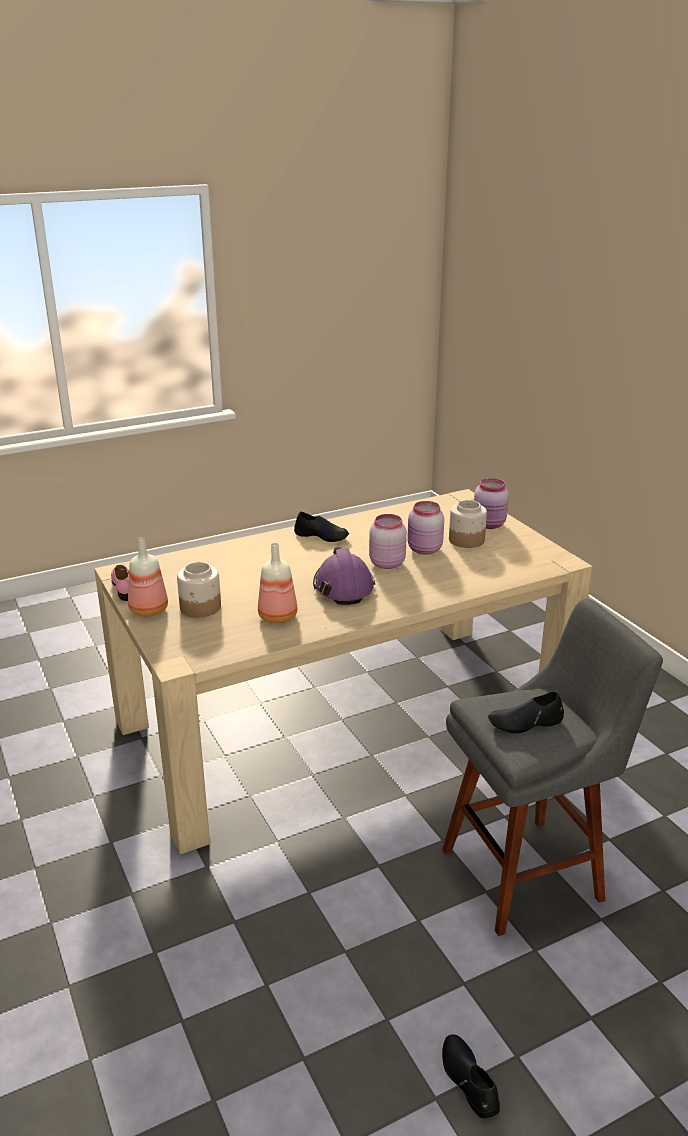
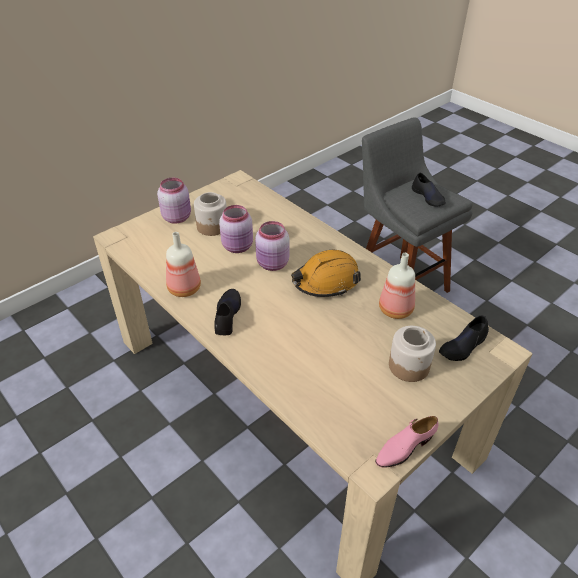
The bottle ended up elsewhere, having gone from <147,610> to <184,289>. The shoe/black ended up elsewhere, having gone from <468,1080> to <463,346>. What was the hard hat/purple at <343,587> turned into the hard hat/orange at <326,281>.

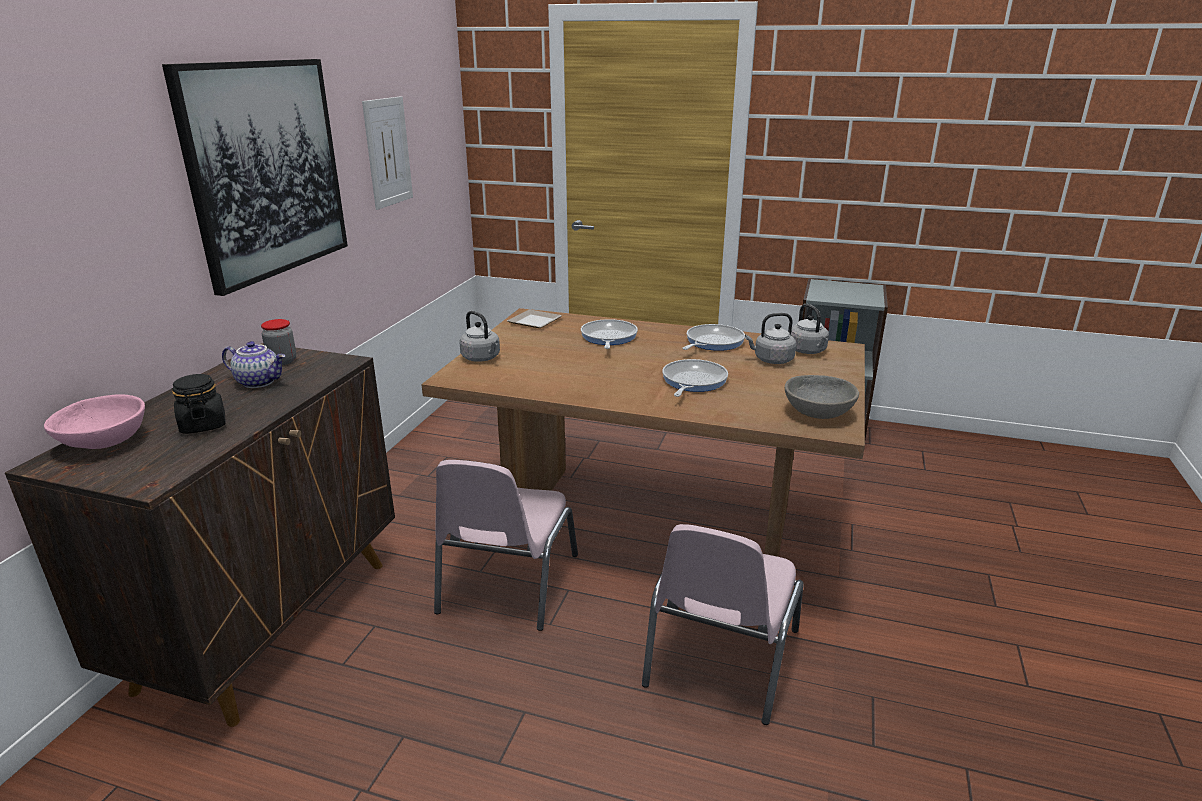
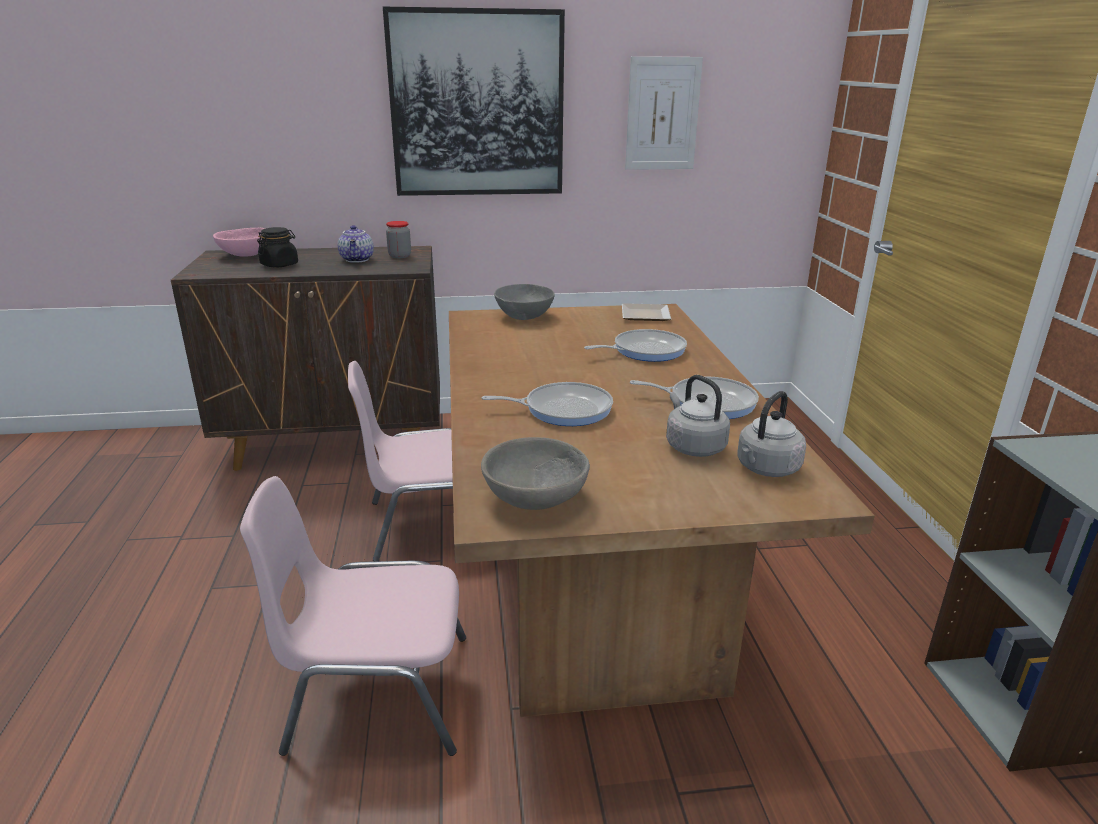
Where the kettle/grey stood at <482,358>, the bowl/grey came to stand at <524,316>.

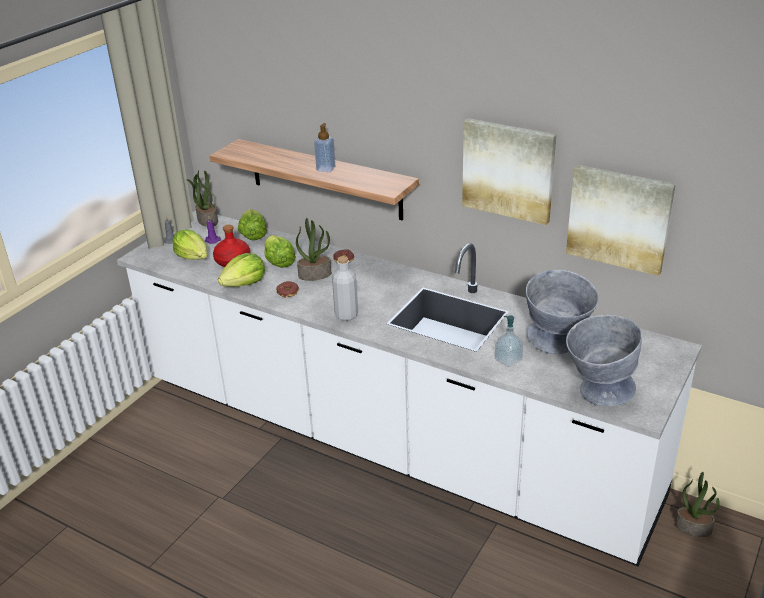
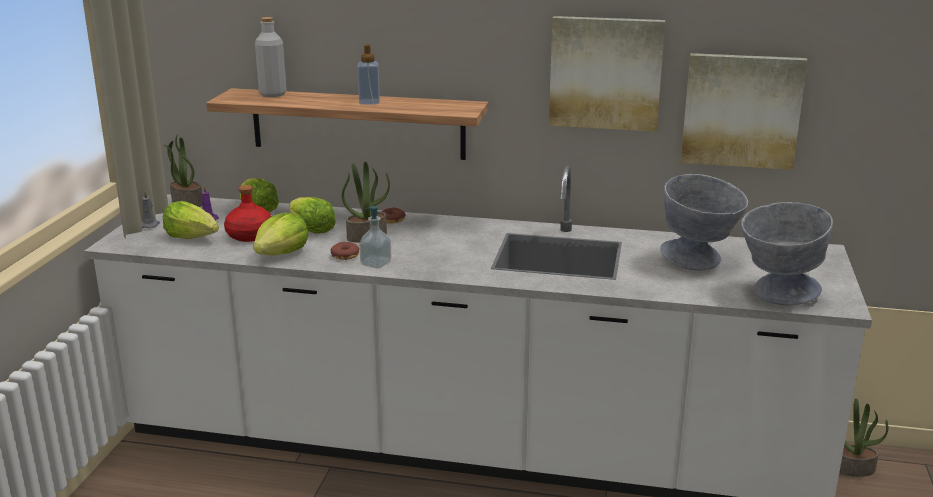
The bottle/grey ended up elsewhere, having gone from <346,315> to <273,94>. The soap dispenser ended up elsewhere, having gone from <508,360> to <376,264>.

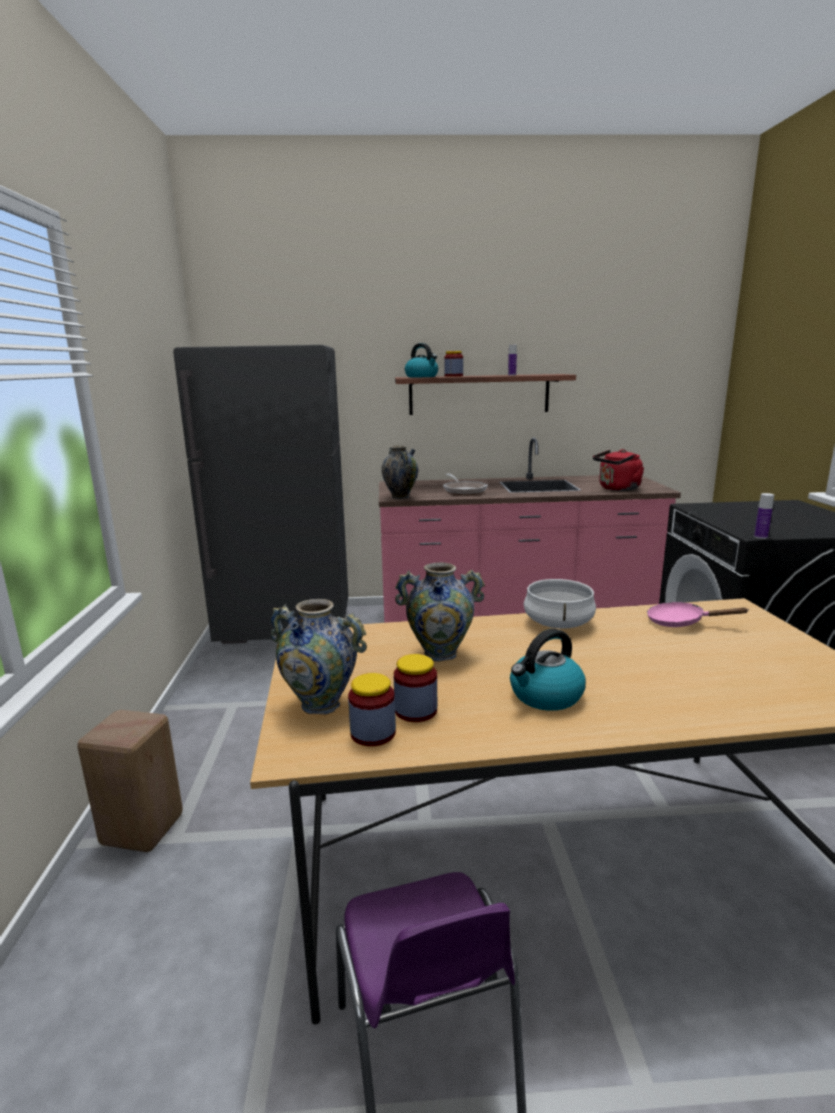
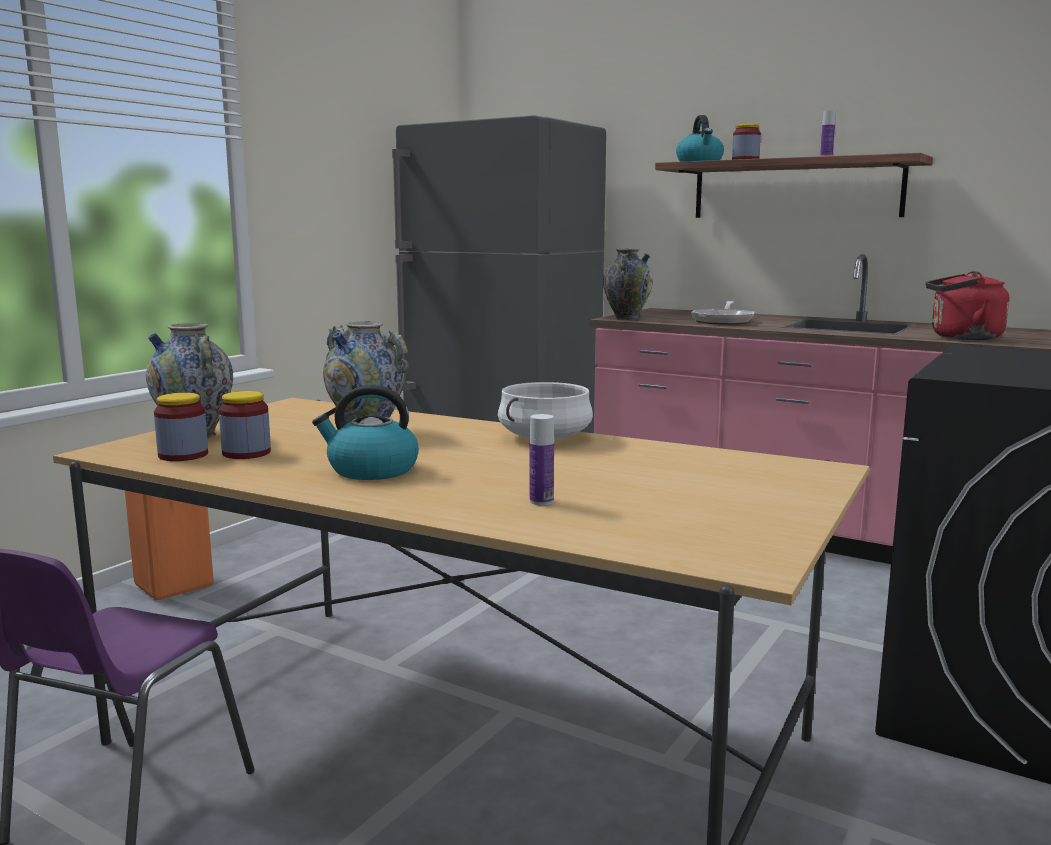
The second view lost the frying pan/pink at <681,622>. The bottle ended up elsewhere, having gone from <760,537> to <541,501>. What was the stool/beige at <142,827> turned into the stool/orange at <175,585>.

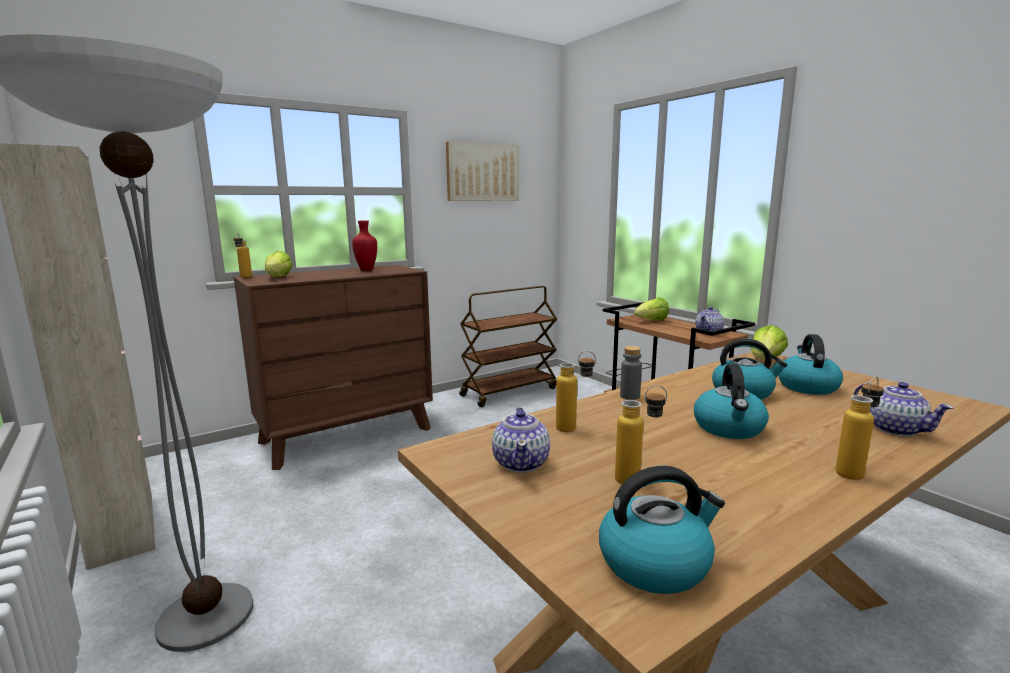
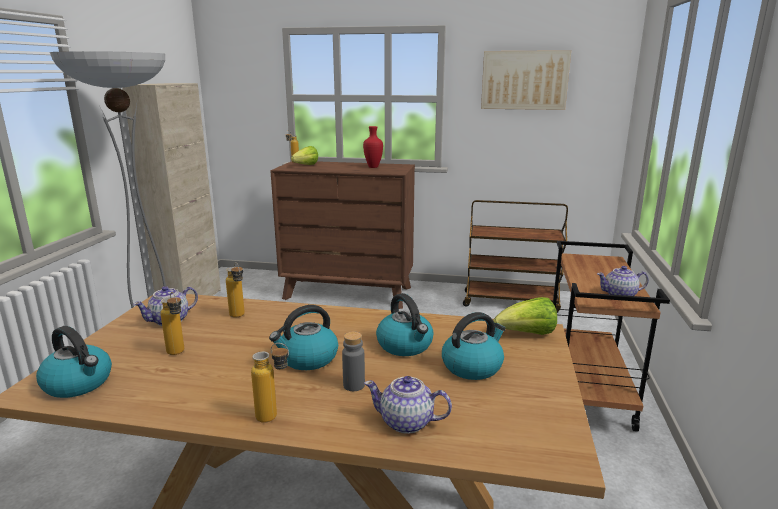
The second view lost the lettuce at <651,321>. The bottle/grey ended up elsewhere, having gone from <630,396> to <354,385>. The teapot at <894,429> ended up facing another way, 90 degrees clockwise from before.

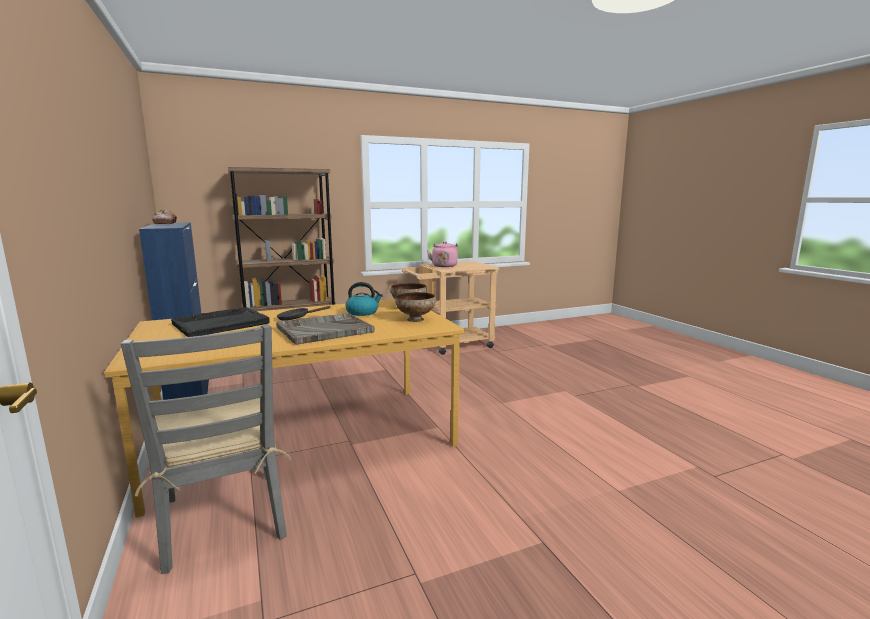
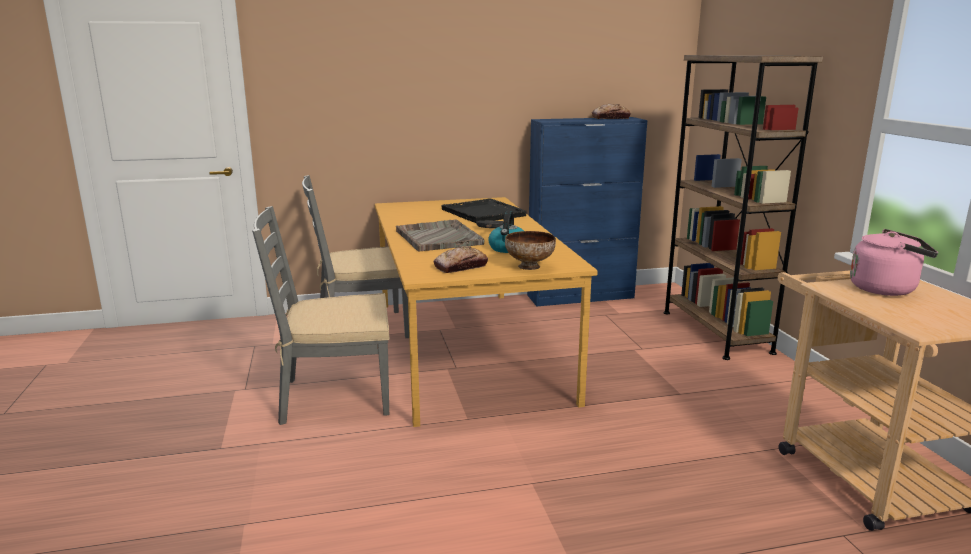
The second view gained the chair/grey at <334,397>. Where the bowl stood at <416,319>, the bread came to stand at <461,267>.

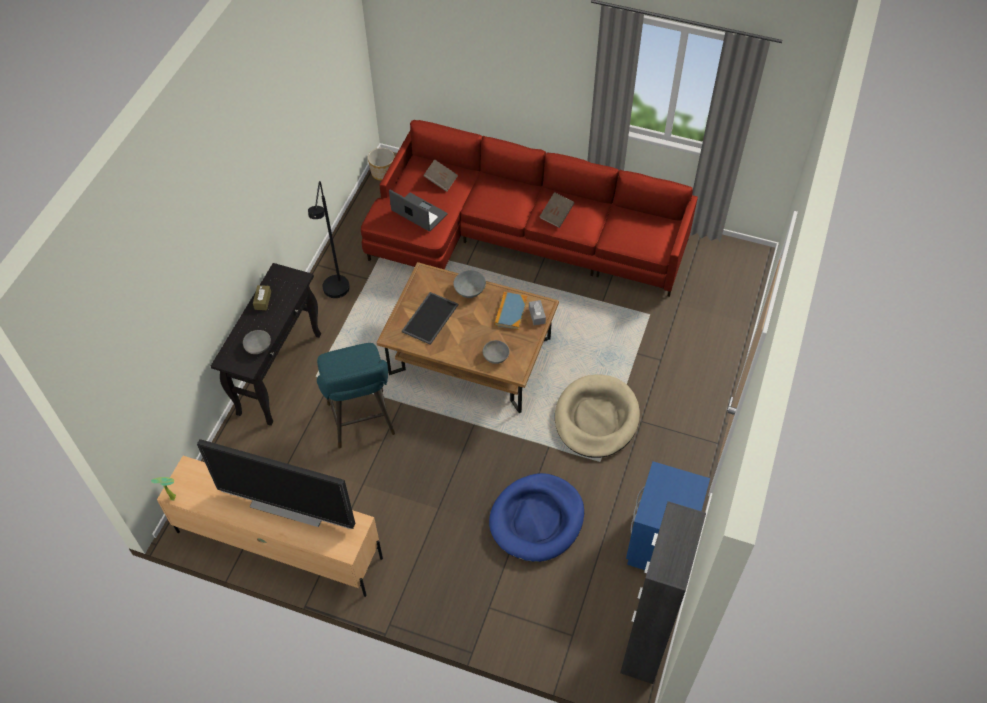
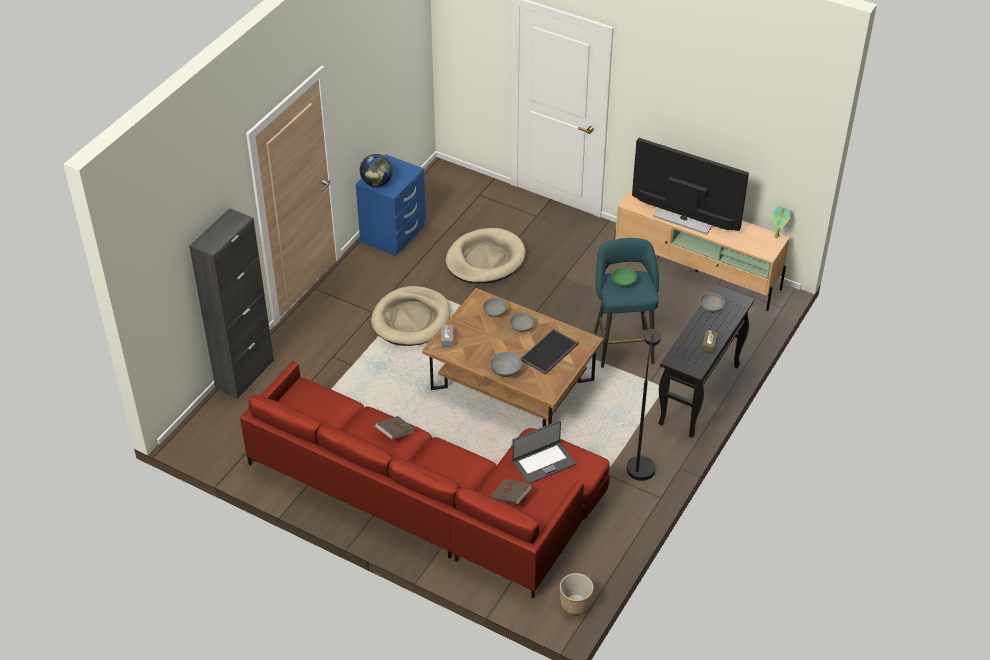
The second view lost the book at <510,312>. The second view gained the globe at <377,183>. The second view gained the bowl/grey at <521,327>. The second view gained the bowl/green at <623,282>. The cabinet/black ended up elsewhere, having gone from <646,644> to <245,374>. What was the dog bed/blue at <537,519> turned into the dog bed/beige at <485,259>. The laptop at <418,213> ended up facing another way, 75 degrees counterclockwise from before.

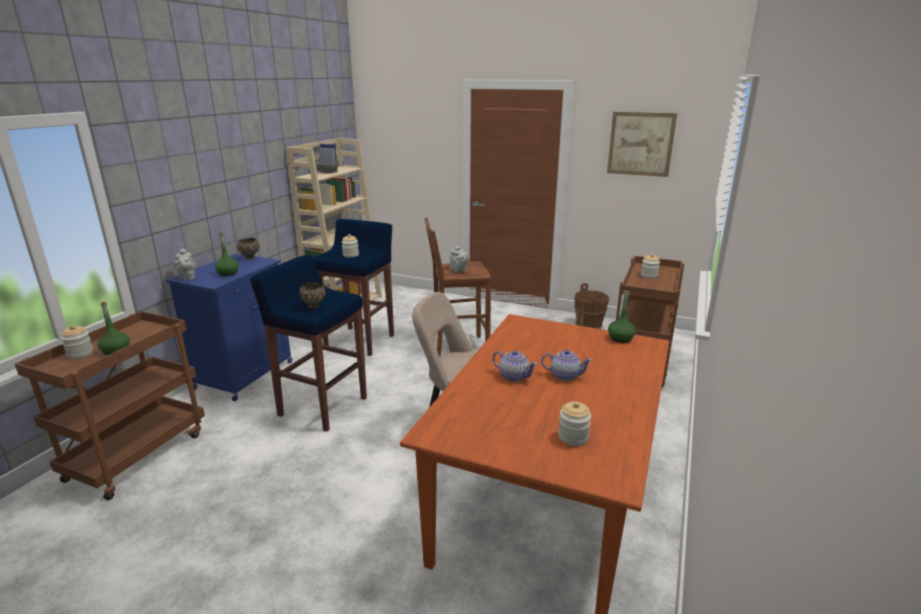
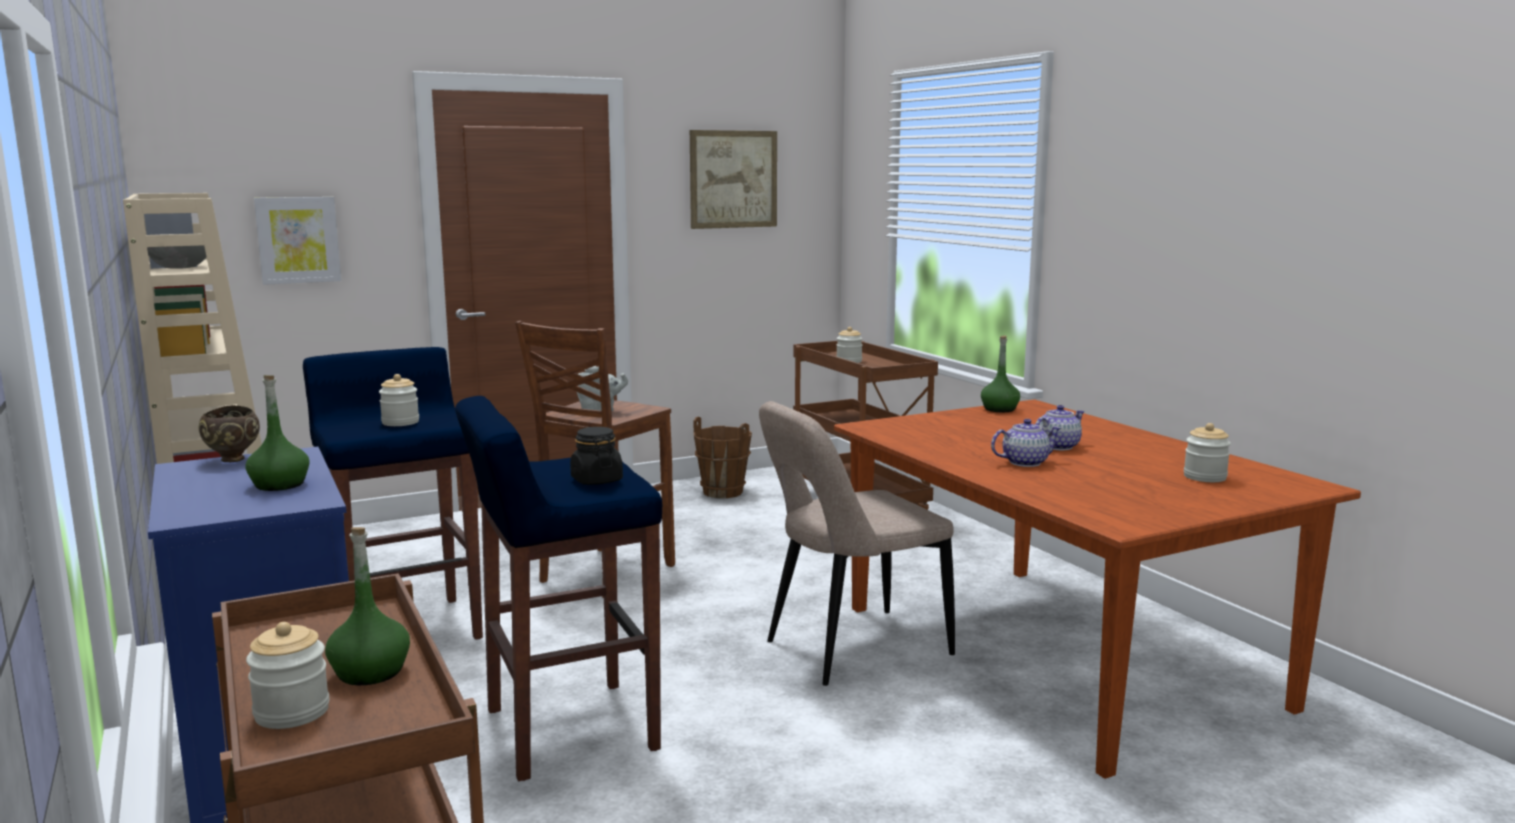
The second view lost the teapot/grey at <187,278>. The second view gained the picture at <298,240>. Where the bowl/brown stood at <314,306>, the jar/black came to stand at <596,480>.

